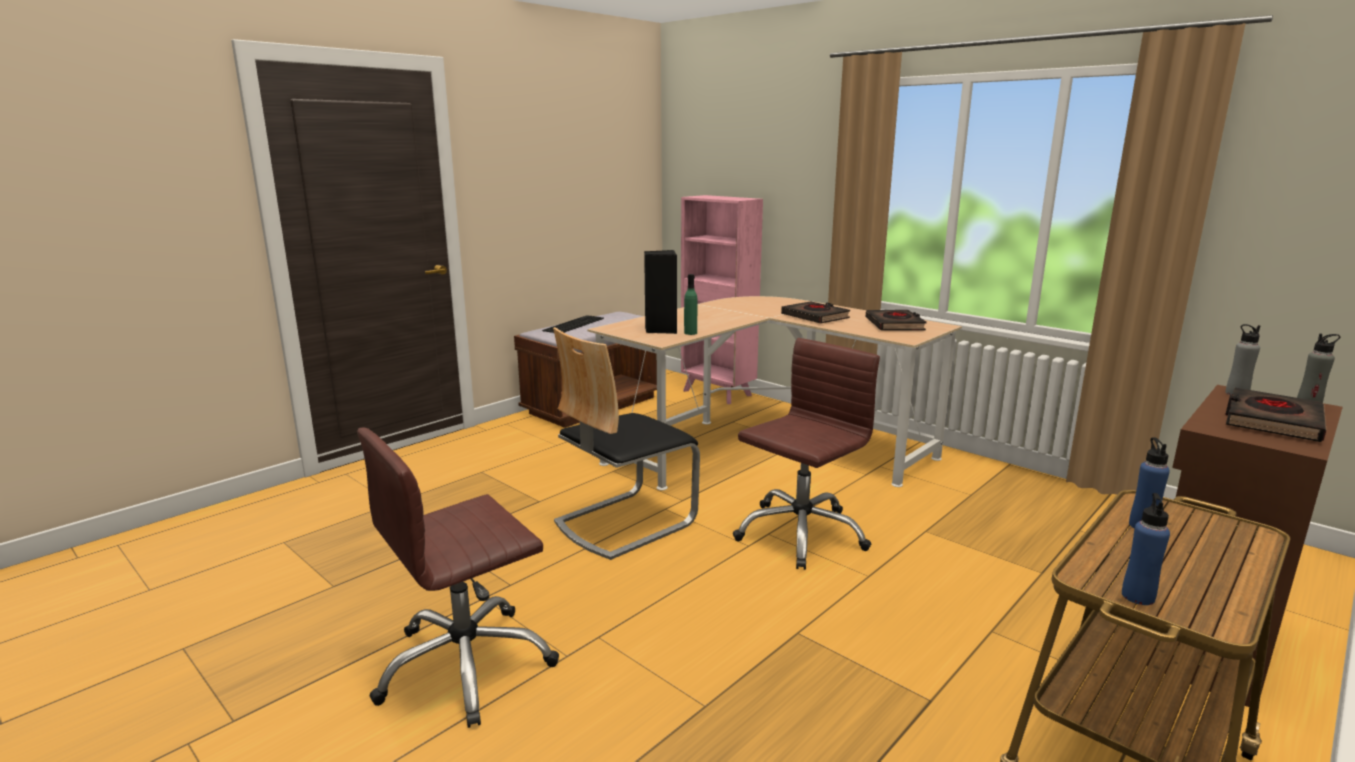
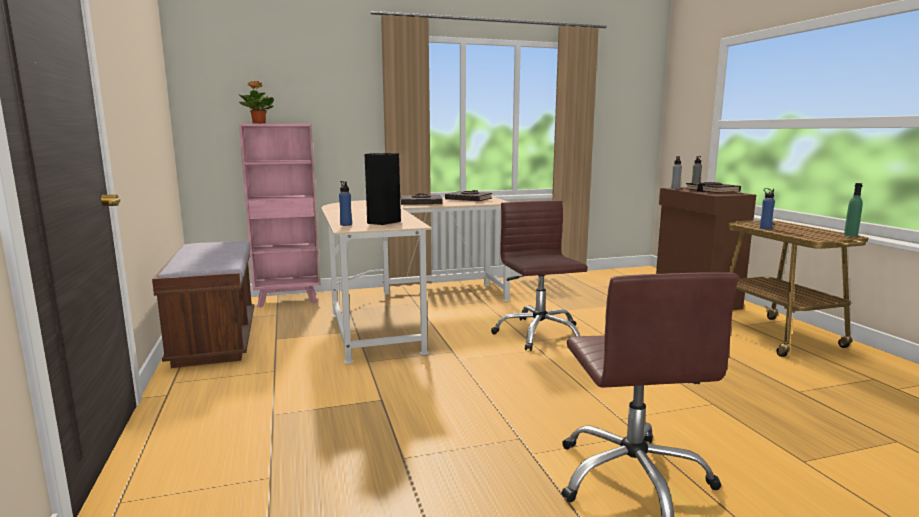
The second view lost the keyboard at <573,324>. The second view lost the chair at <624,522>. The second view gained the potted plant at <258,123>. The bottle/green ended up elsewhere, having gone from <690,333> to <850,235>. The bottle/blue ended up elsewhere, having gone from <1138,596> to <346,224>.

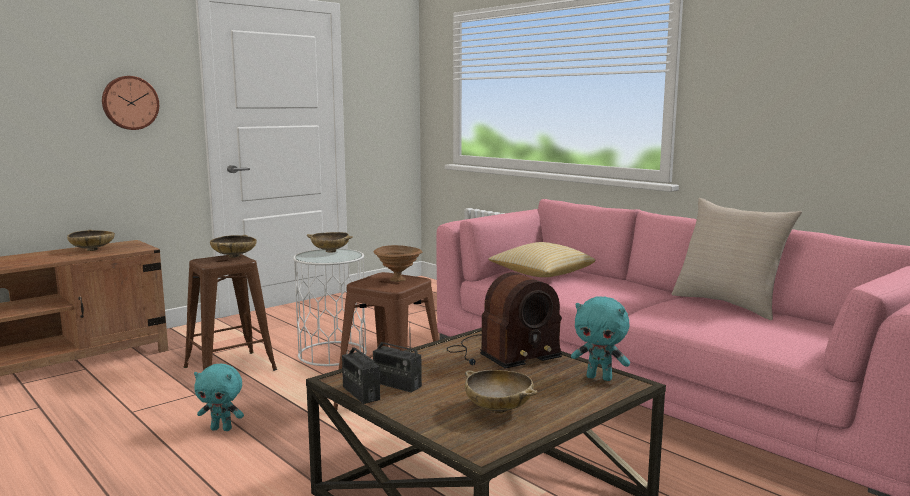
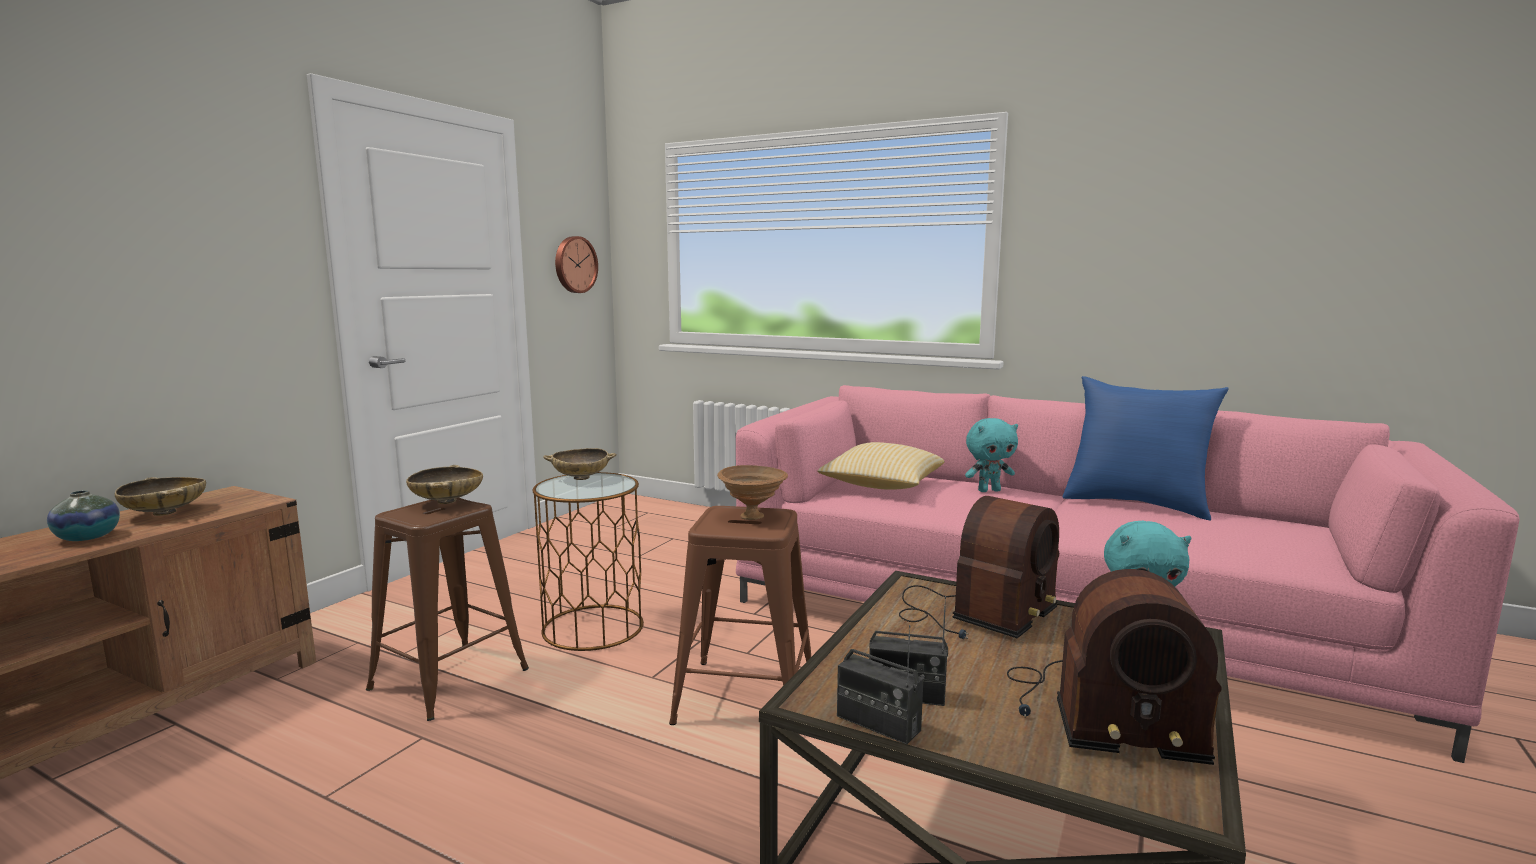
The second view gained the vase at <87,537>. The wall clock ended up elsewhere, having gone from <130,103> to <574,264>. The plush toy/turquoise ended up elsewhere, having gone from <222,429> to <989,490>. Where the bowl/beige stood at <498,409>, the radio came to stand at <1098,712>. What was the side table/white at <332,353> turned into the side table/brown at <593,627>. What was the pillow/beige at <728,304> turned into the pillow/blue at <1136,504>.

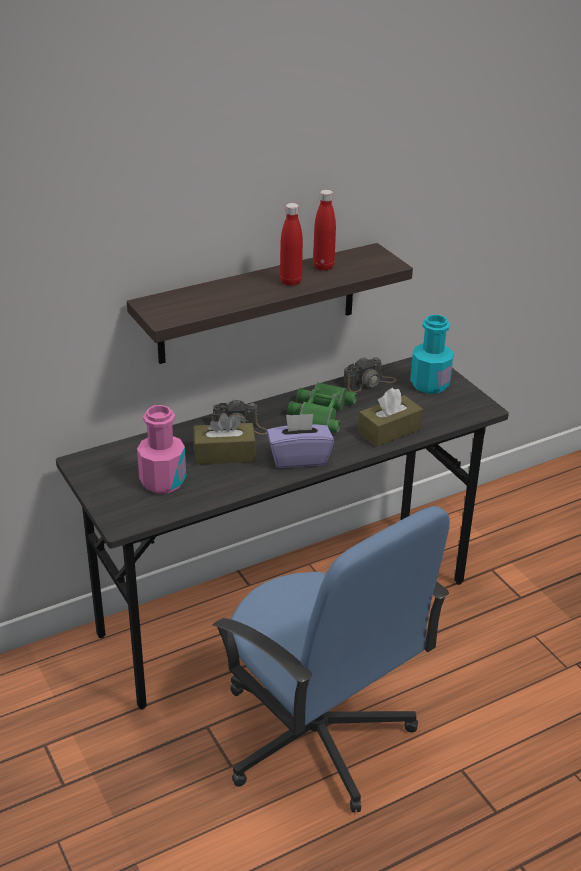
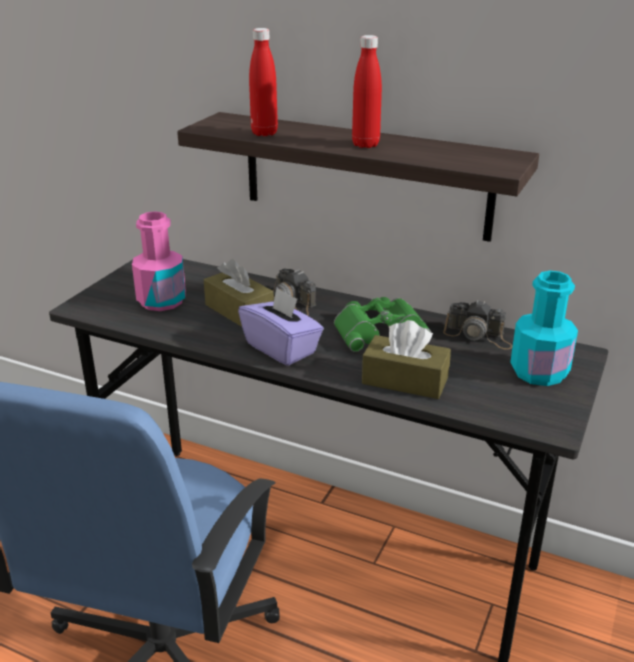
The bottle/red ended up elsewhere, having gone from <323,267> to <264,133>.

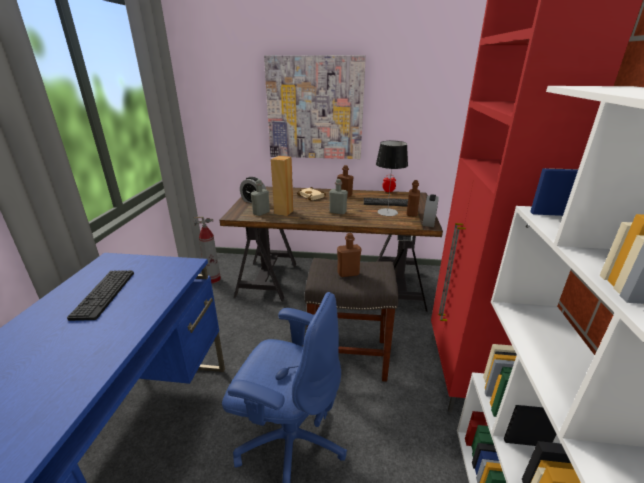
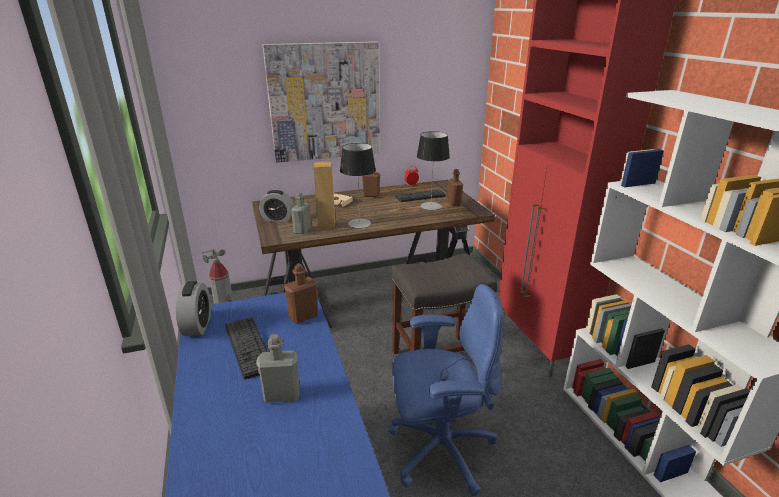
The second view gained the table lamp at <359,223>. The bottle/grey ended up elsewhere, having gone from <337,212> to <282,395>. The bottle/brown ended up elsewhere, having gone from <348,273> to <303,316>. The alarm clock ended up elsewhere, having gone from <428,222> to <197,325>.

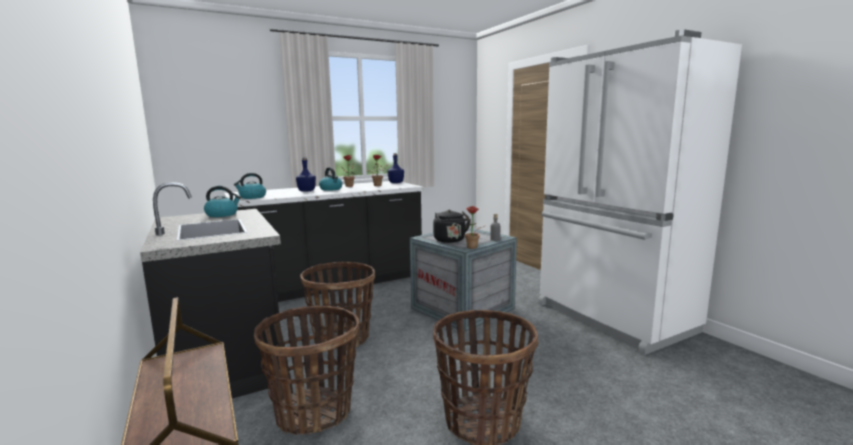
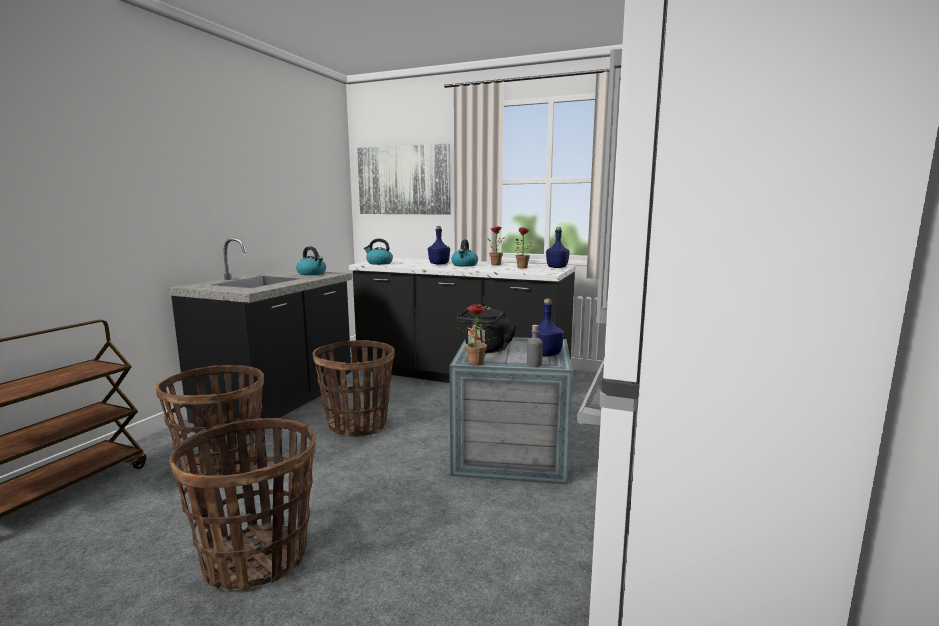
The second view gained the picture at <404,180>. The second view gained the bottle/blue at <545,354>.

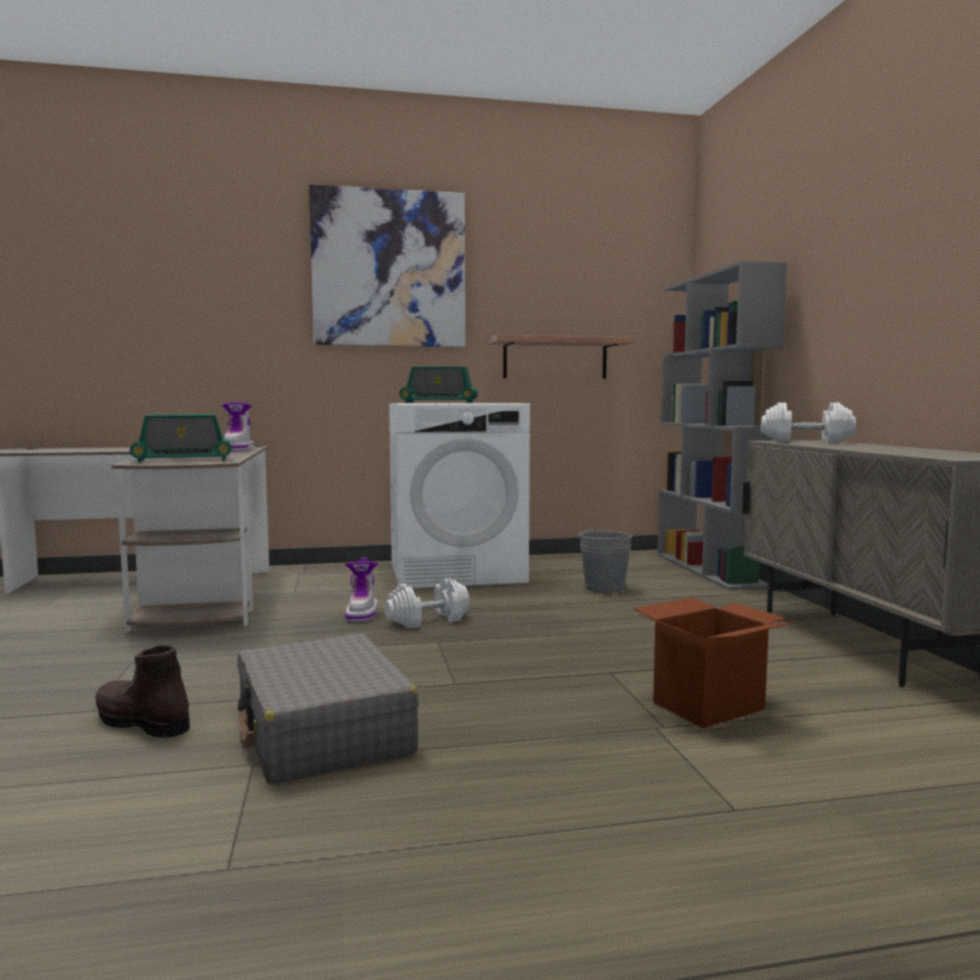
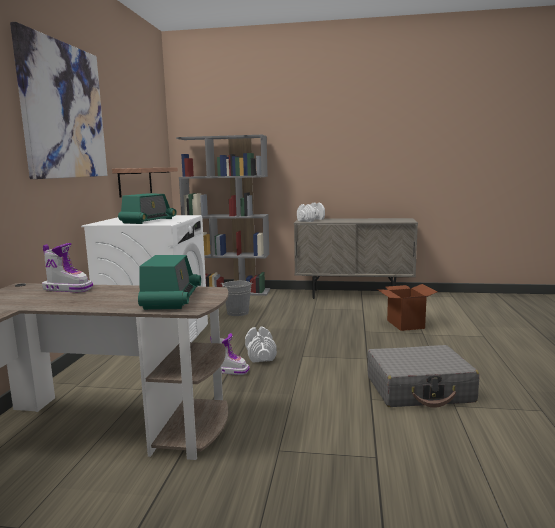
The second view lost the boot/brown at <141,722>.

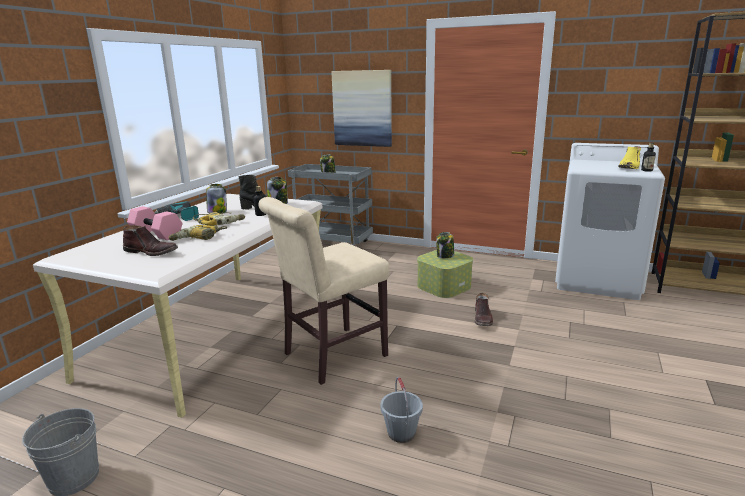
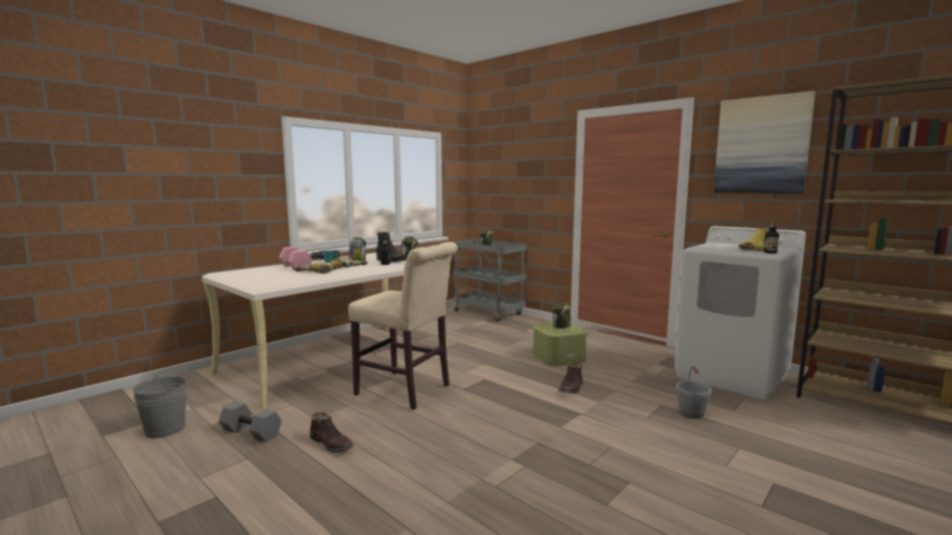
The second view gained the dumbbell/grey at <250,433>. The boot/brown ended up elsewhere, having gone from <152,252> to <332,443>. The picture ended up elsewhere, having gone from <362,108> to <761,145>. The bucket/grey ended up elsewhere, having gone from <401,433> to <692,413>. The chair/beige at <330,356> ended up facing another way, 135 degrees counterclockwise from before.

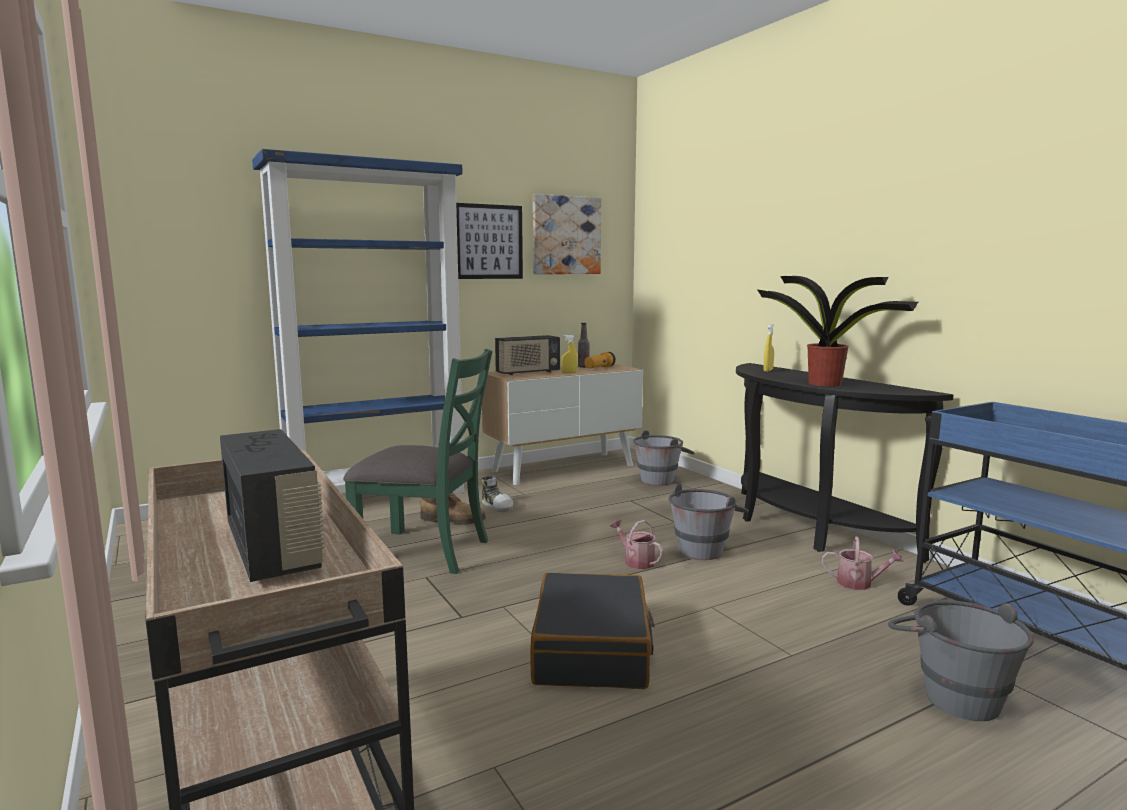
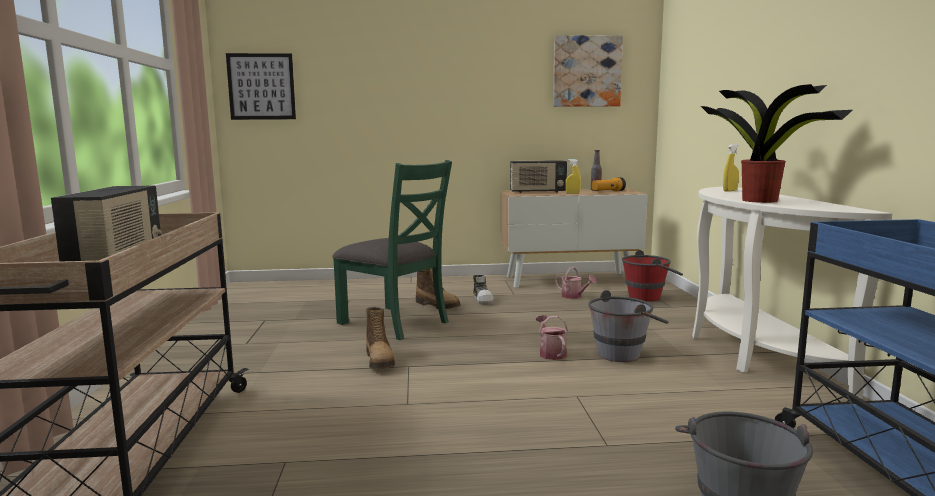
The second view lost the bookcase/blue at <378,497>. The second view lost the suitcase/black at <592,650>. The second view gained the boot at <380,360>. The picture ended up elsewhere, having gone from <489,242> to <261,86>. The watering can ended up elsewhere, having gone from <859,583> to <574,296>. What was the bucket/grey at <662,479> turned into the bucket/red at <650,297>. What was the console table/black at <804,528> turned into the console table/white at <749,351>.

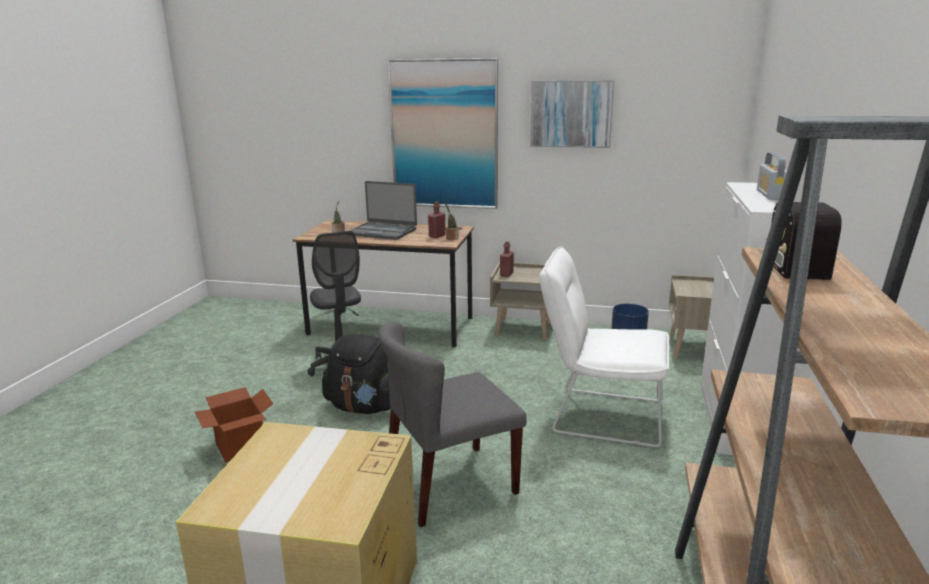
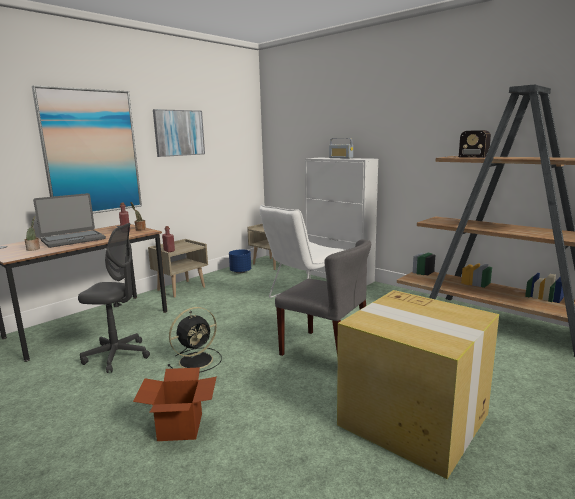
Where the backpack/black stood at <362,407>, the fan/black came to stand at <197,360>. The chair/grey at <450,484> ended up facing another way, 60 degrees counterclockwise from before.

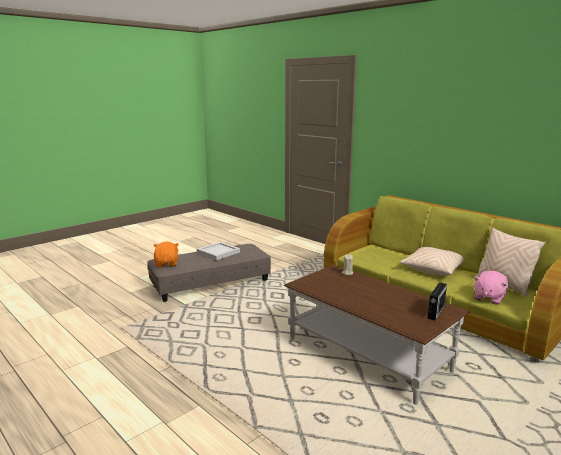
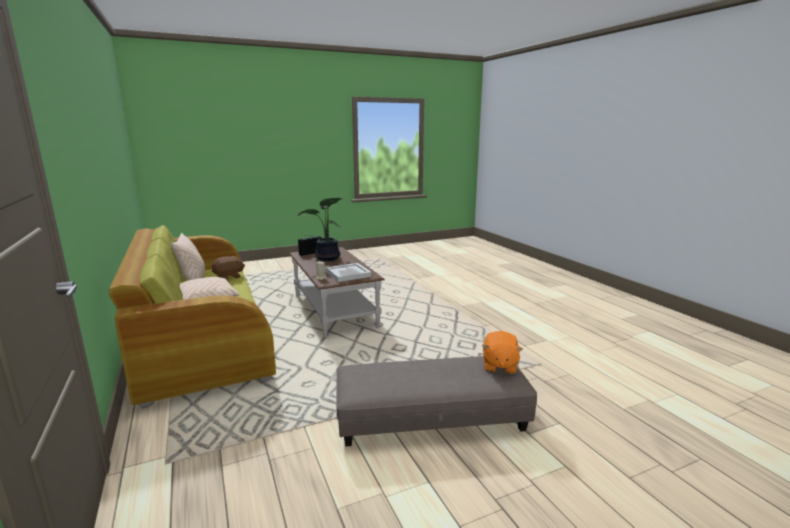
The second view gained the potted plant at <327,258>. The tray/white ended up elsewhere, having gone from <218,252> to <348,274>. What was the plush toy/pink at <488,298> turned into the plush toy/brown at <229,277>.

